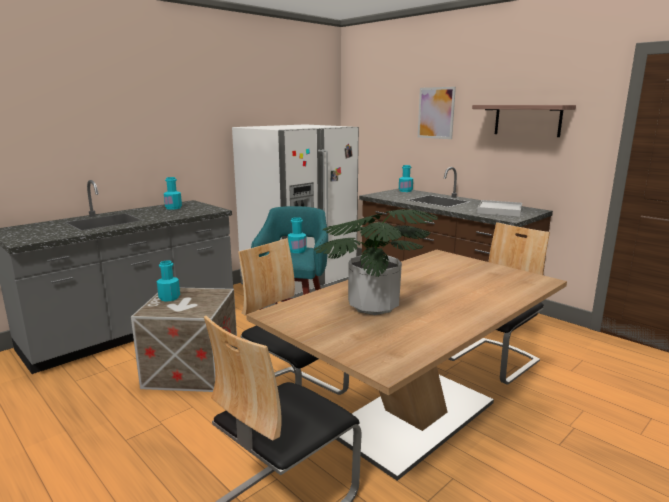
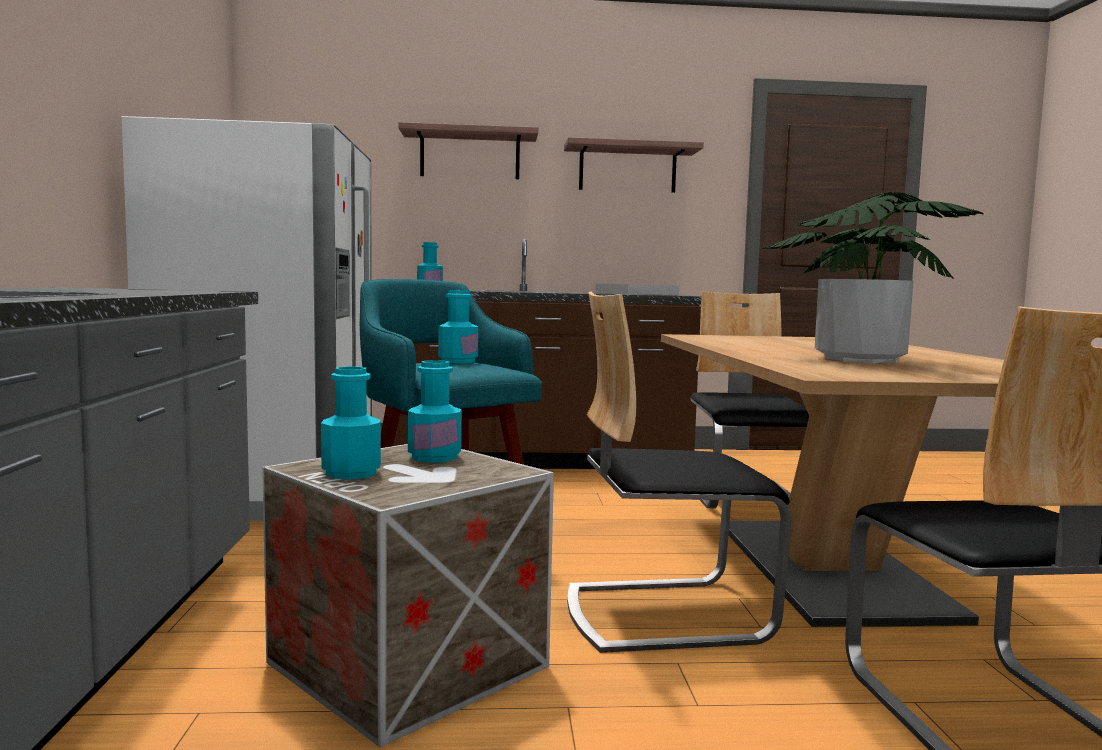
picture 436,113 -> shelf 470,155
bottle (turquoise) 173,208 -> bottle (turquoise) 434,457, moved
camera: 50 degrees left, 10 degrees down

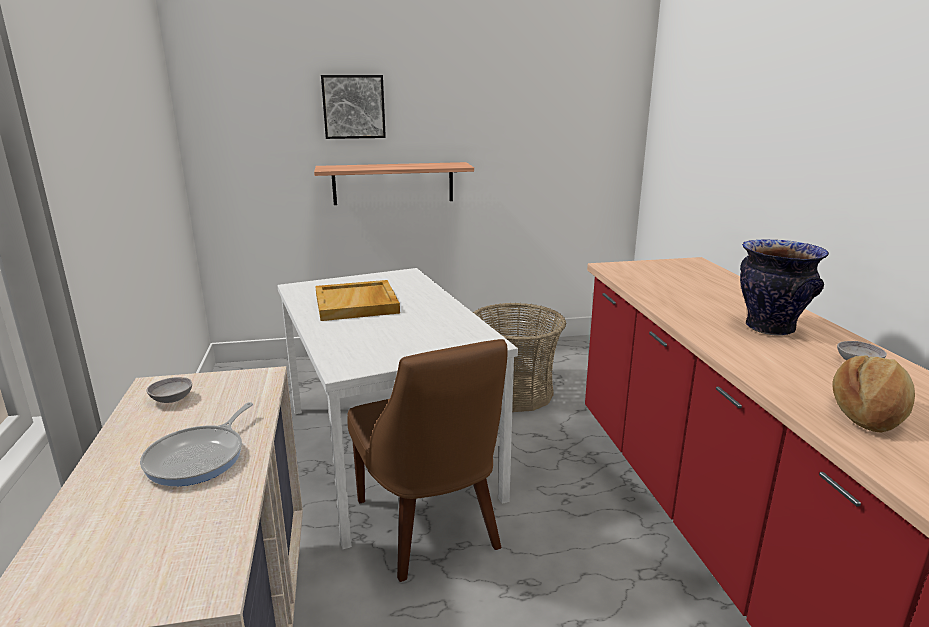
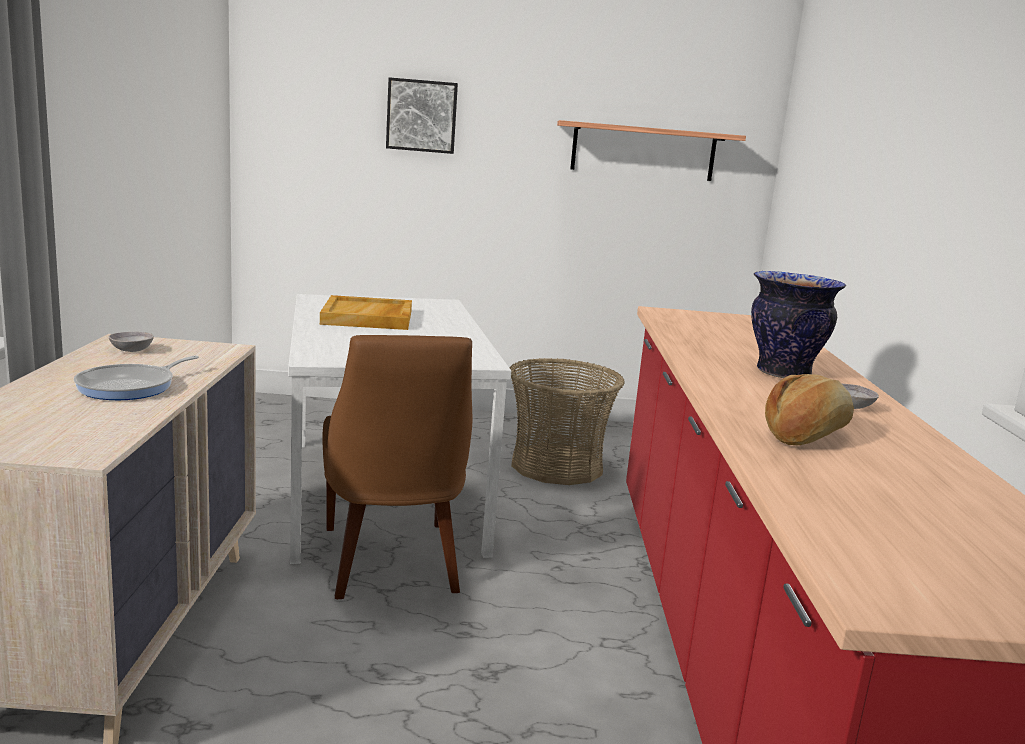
shelf 393,183 -> shelf 643,151, moved
camera: 10 degrees right, 5 degrees down

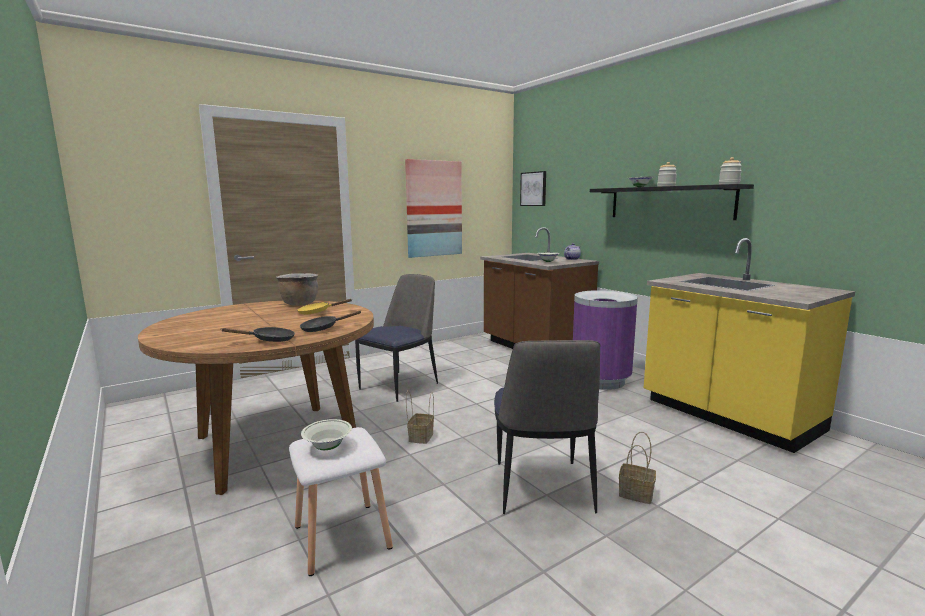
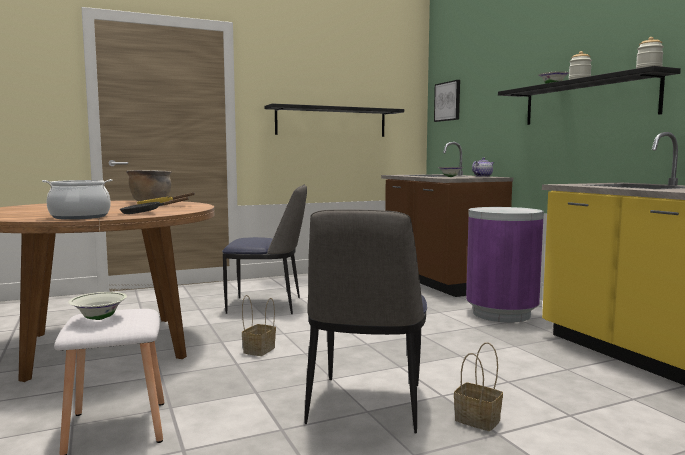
frying pan (black) 269,340 -> cooking pot 80,217
chair 400,385 -> chair 267,305, 45 degrees clockwise
picture 434,208 -> shelf (black) 331,122
camera: 10 degrees right, 5 degrees down

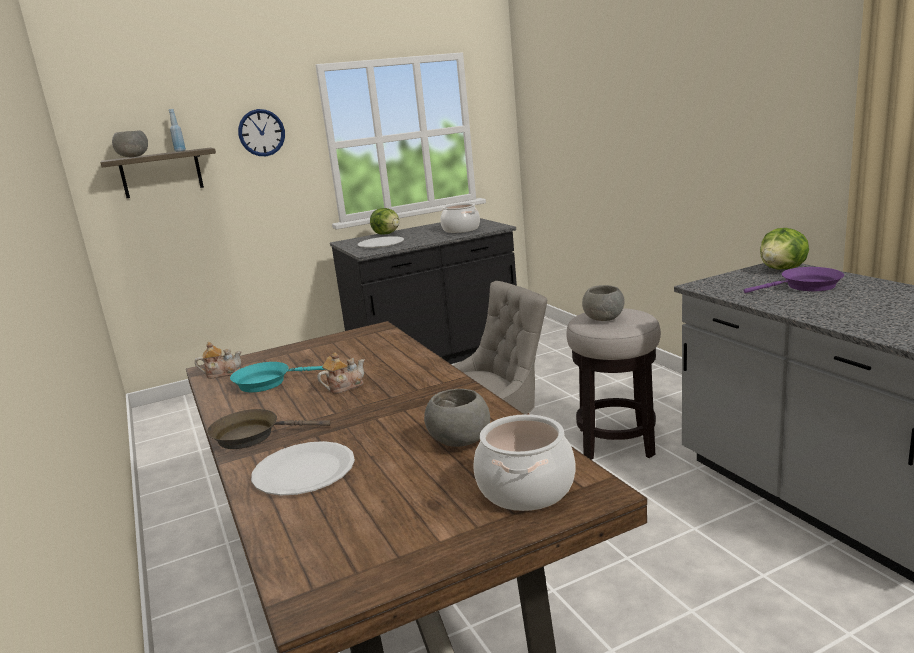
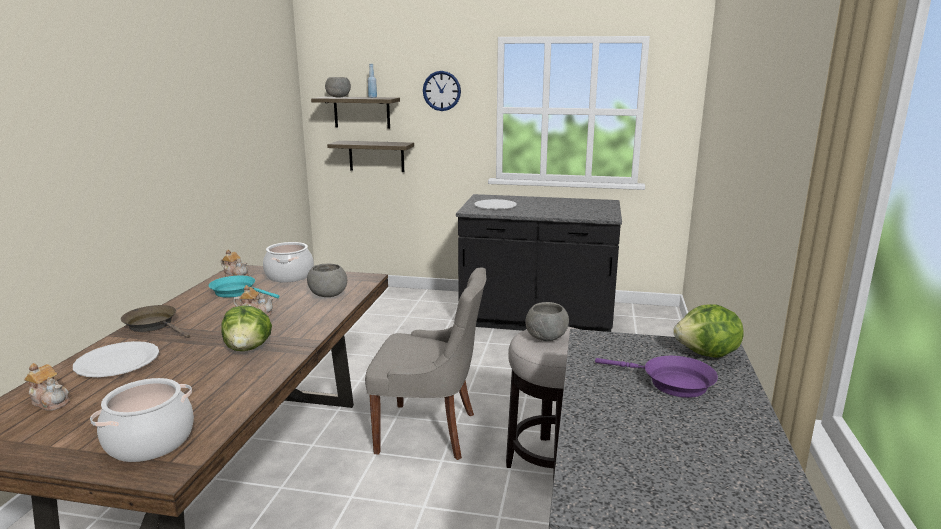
none -> teapot 51,401
lettuce 387,234 -> lettuce 248,348, moved
cooking pot 460,230 -> cooking pot 289,276, moved
bowl (grey) 459,442 -> bowl (grey) 328,295, moved
none -> shelf 376,156
camera: 35 degrees right, 0 degrees up

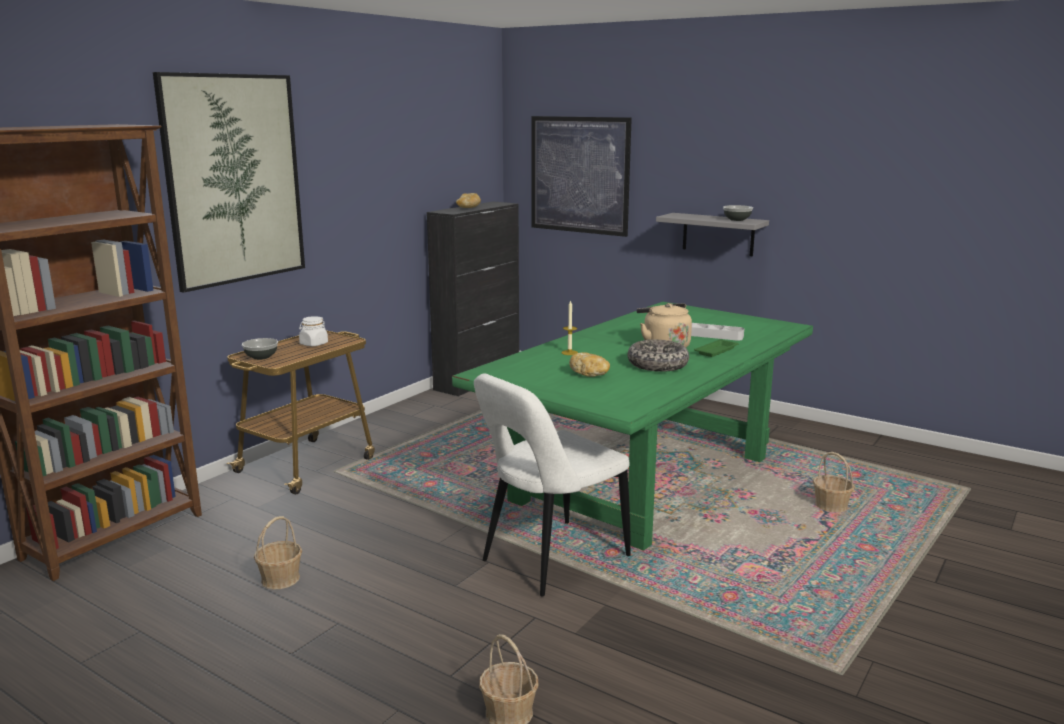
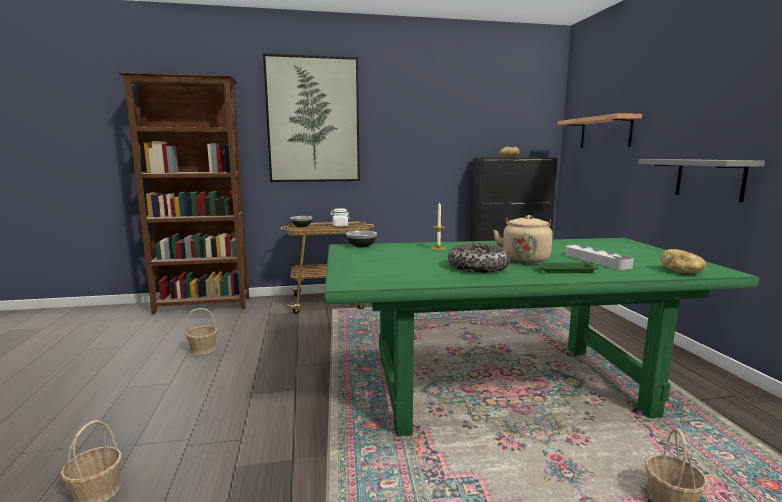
bowl 736,220 -> bowl 361,246, moved
picture 579,175 -> shelf 605,132
bread 590,374 -> bread 682,271, moved
chair (white) 550,560 -> none
camera: 45 degrees right, 5 degrees down

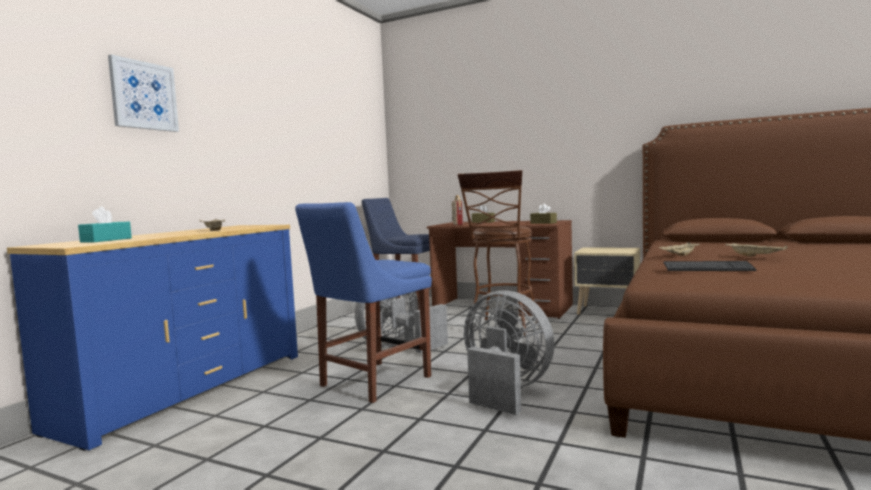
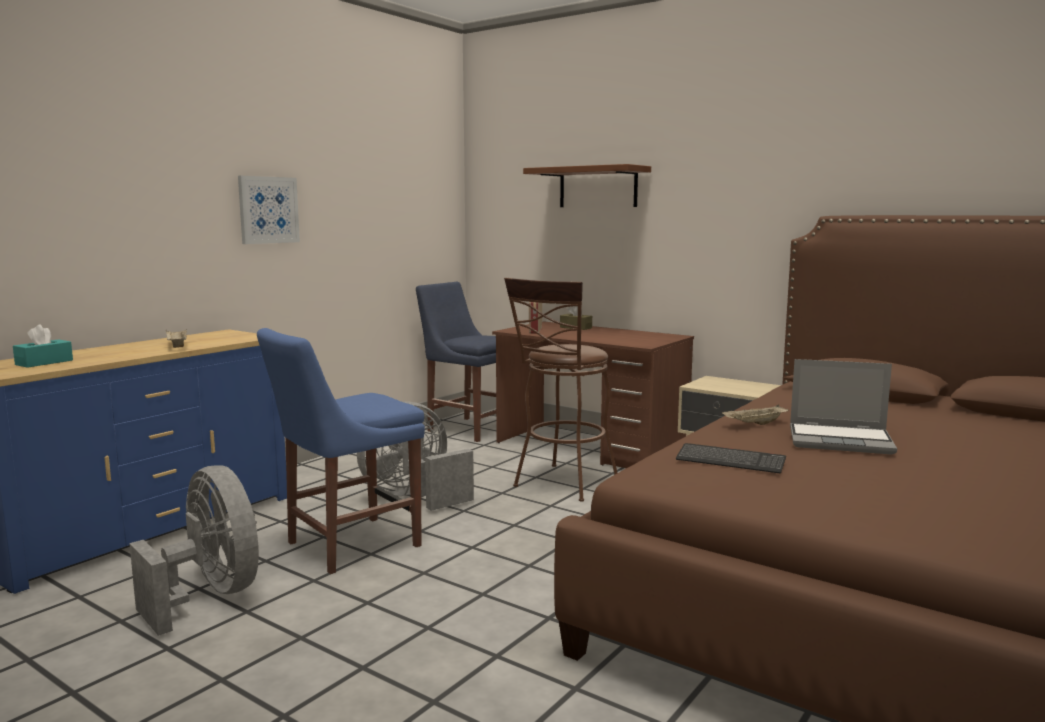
fan (grey) 505,390 -> fan (grey) 210,596, moved
picture 143,96 -> picture 268,210, moved
none -> shelf (brown) 598,187
tray (beige) 756,256 -> laptop 841,440
tissue box (brown) 543,223 -> none
camera: 10 degrees right, 5 degrees up

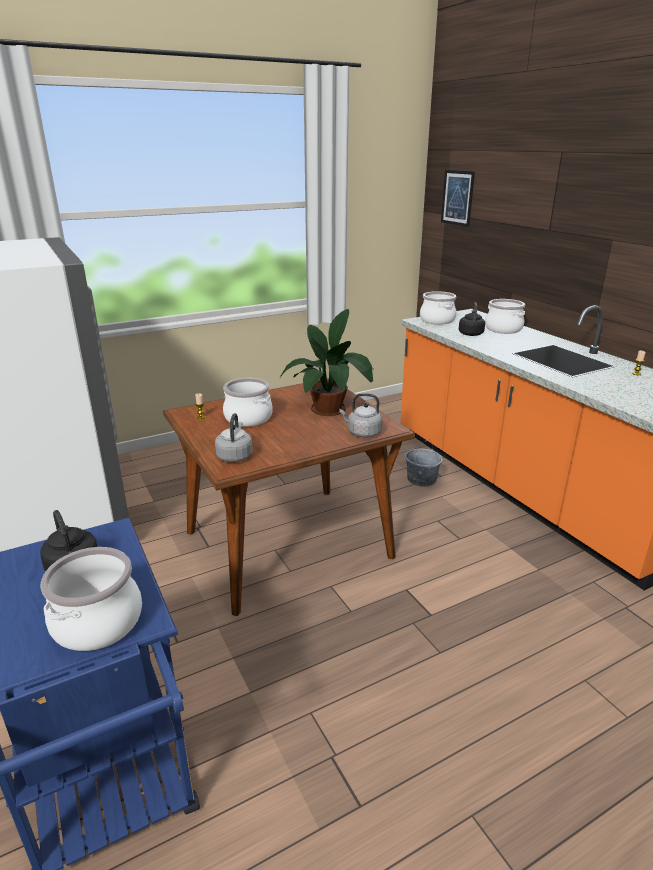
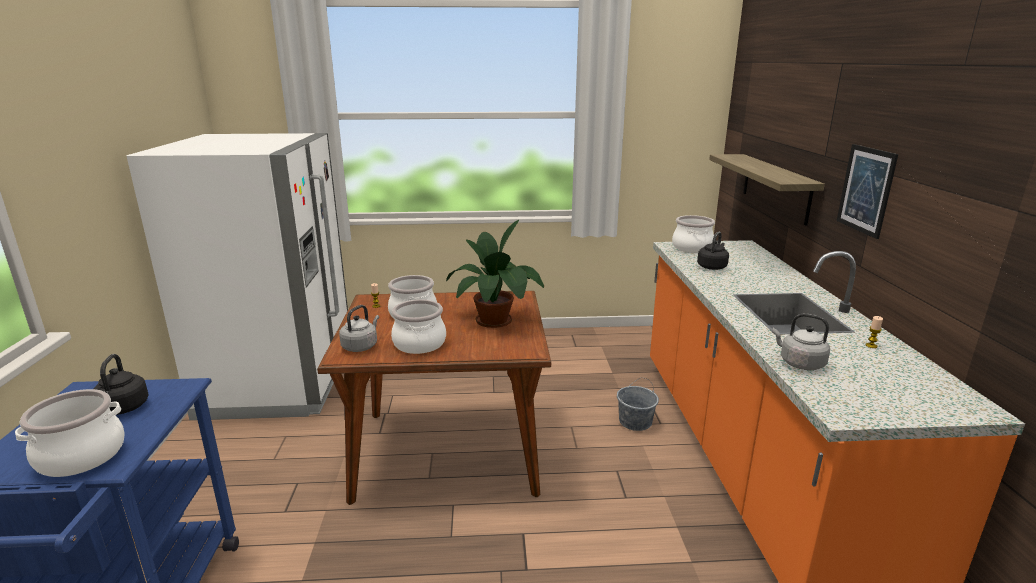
cooking pot 503,329 -> cooking pot 419,344, moved
none -> shelf 775,187
kettle (grey) 362,433 -> kettle (grey) 799,363, moved
picture 457,198 -> picture 866,190, moved
camera: 25 degrees right, 5 degrees down

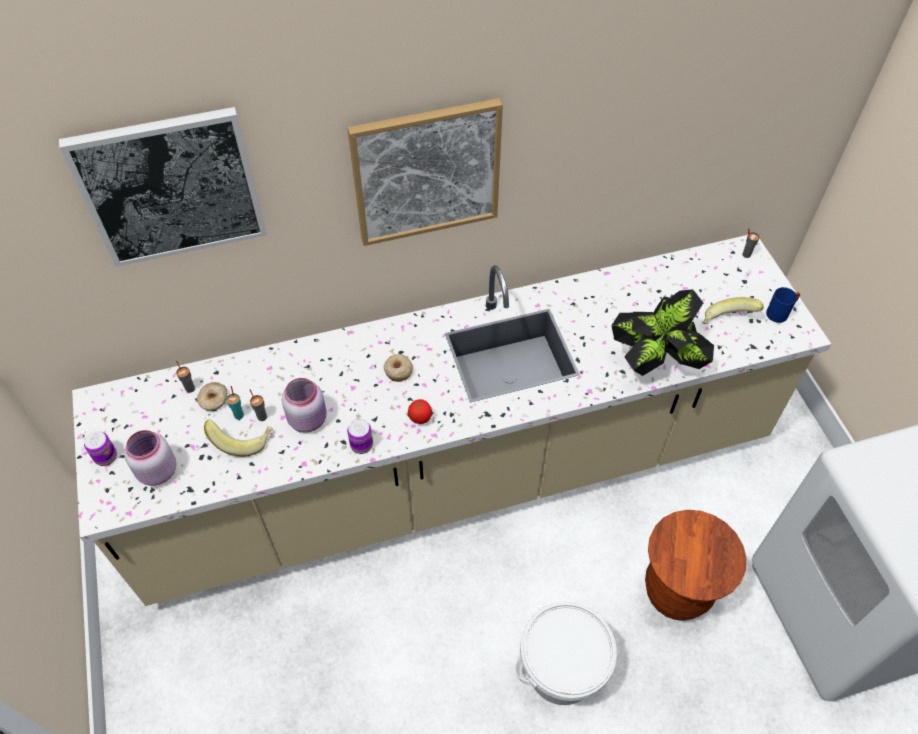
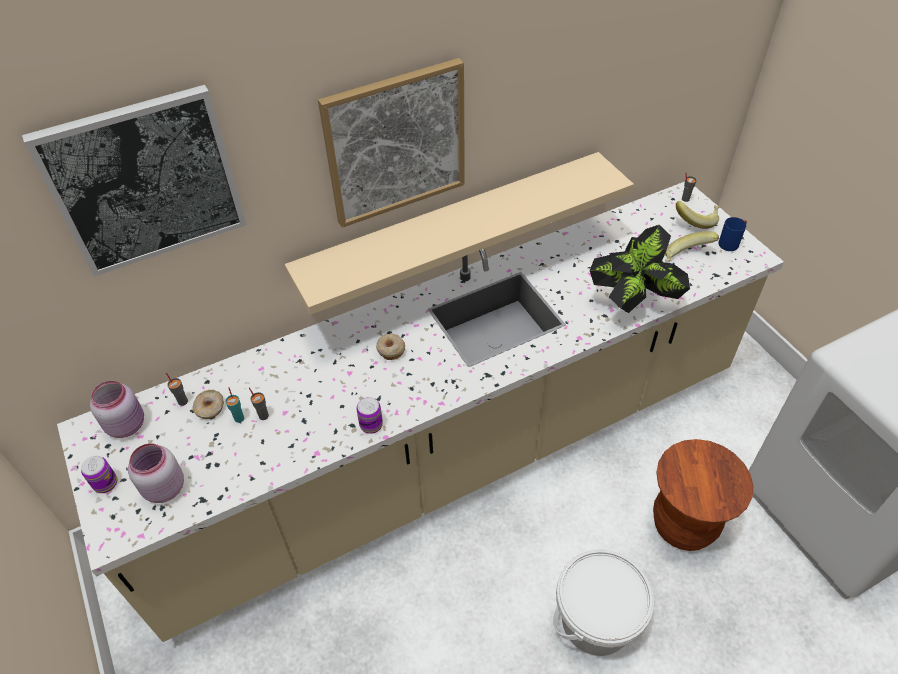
jar (pink) 309,419 -> jar (pink) 127,424, moved
none -> shelf (beige) 452,226
banana 242,440 -> banana 696,220, moved
tomato 420,419 -> none
camera: 10 degrees left, 5 degrees down

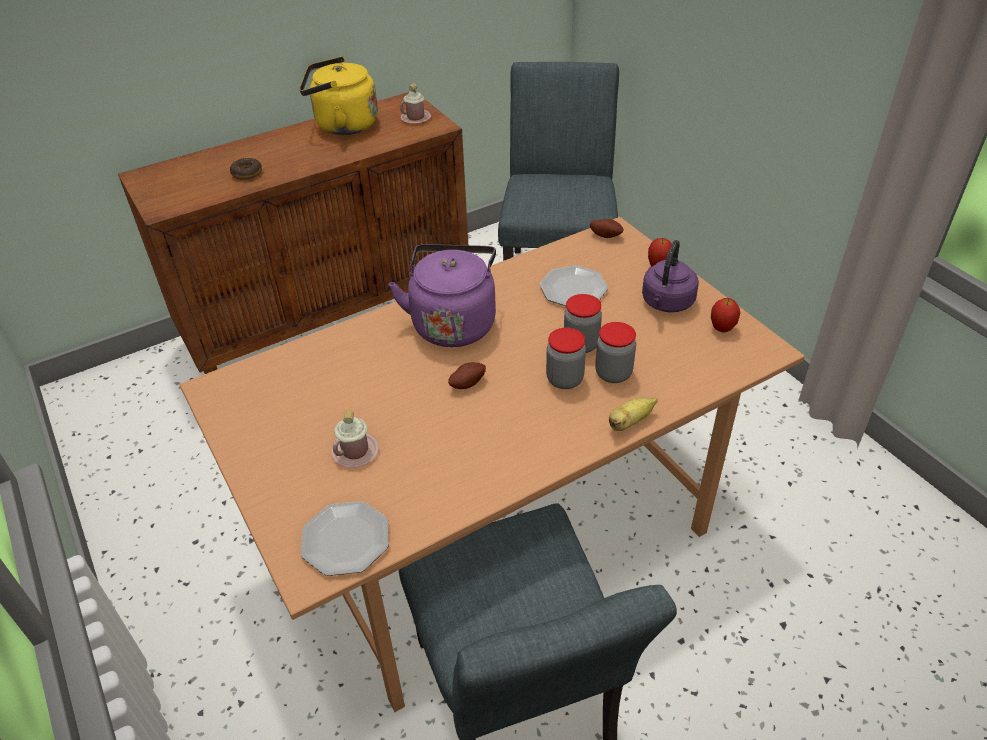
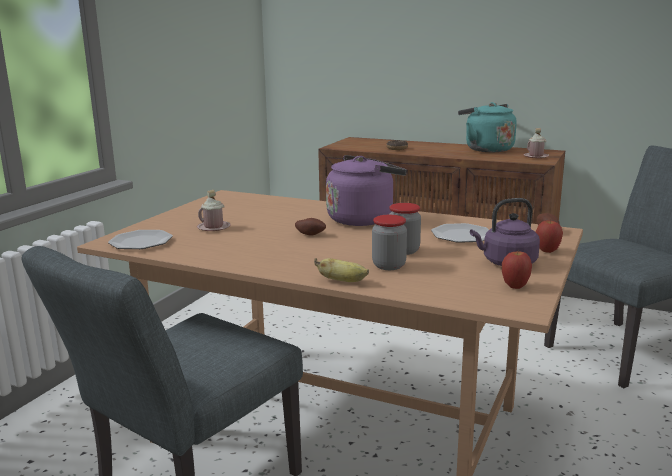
kettle (yellow) 342,125 -> kettle (turquoise) 486,149
jar 564,379 -> none
camera: 55 degrees right, 25 degrees down

